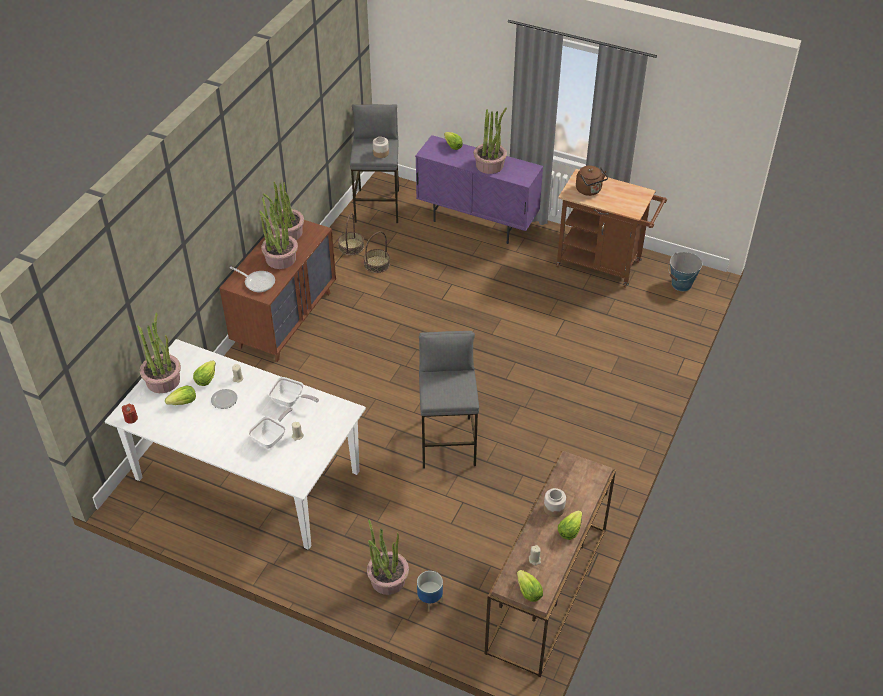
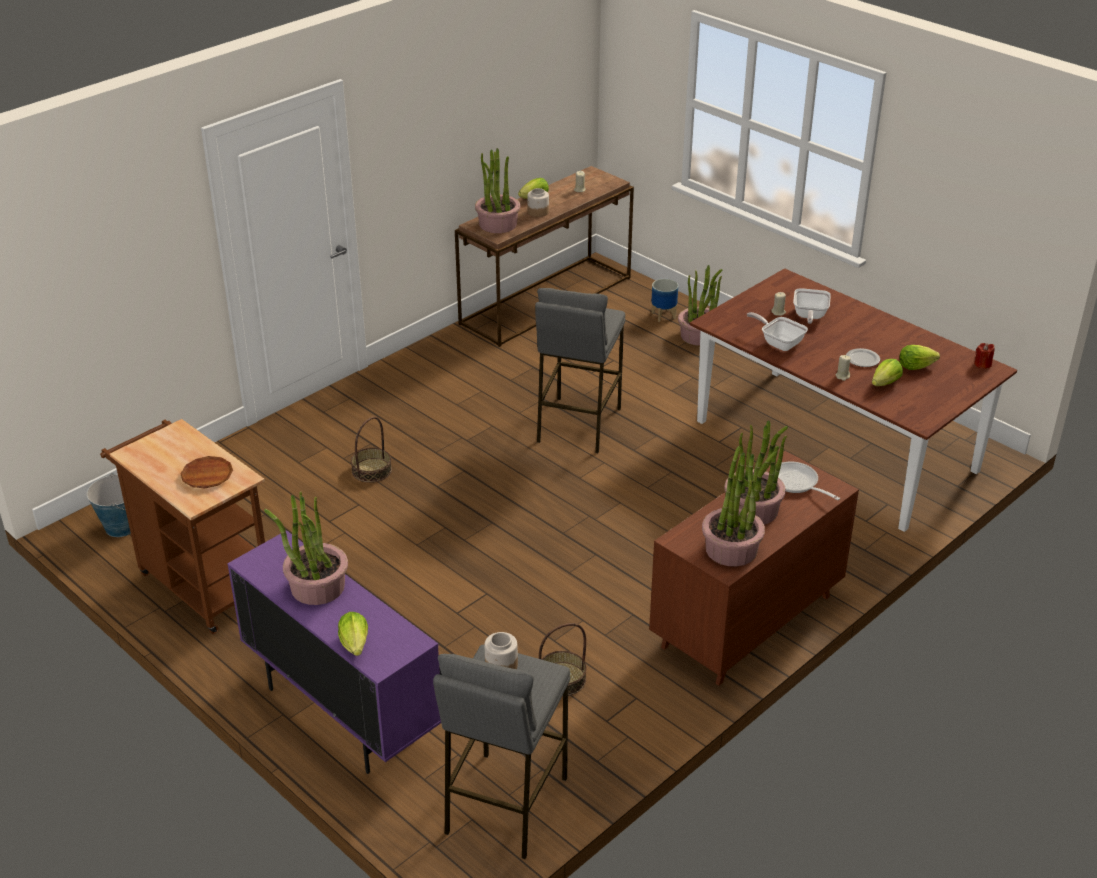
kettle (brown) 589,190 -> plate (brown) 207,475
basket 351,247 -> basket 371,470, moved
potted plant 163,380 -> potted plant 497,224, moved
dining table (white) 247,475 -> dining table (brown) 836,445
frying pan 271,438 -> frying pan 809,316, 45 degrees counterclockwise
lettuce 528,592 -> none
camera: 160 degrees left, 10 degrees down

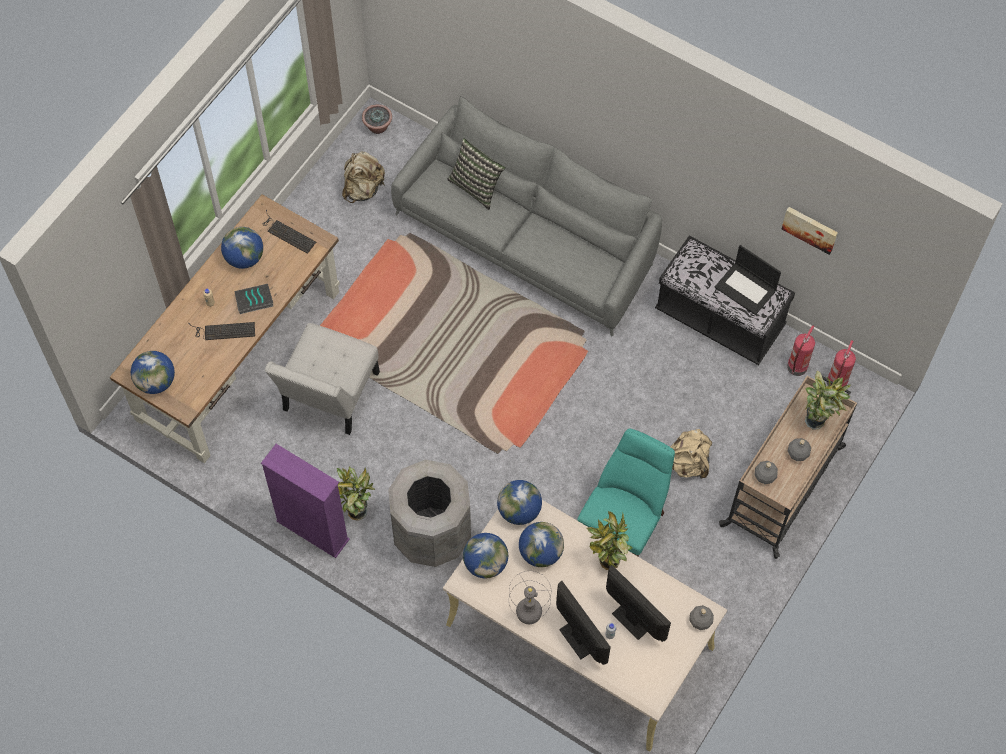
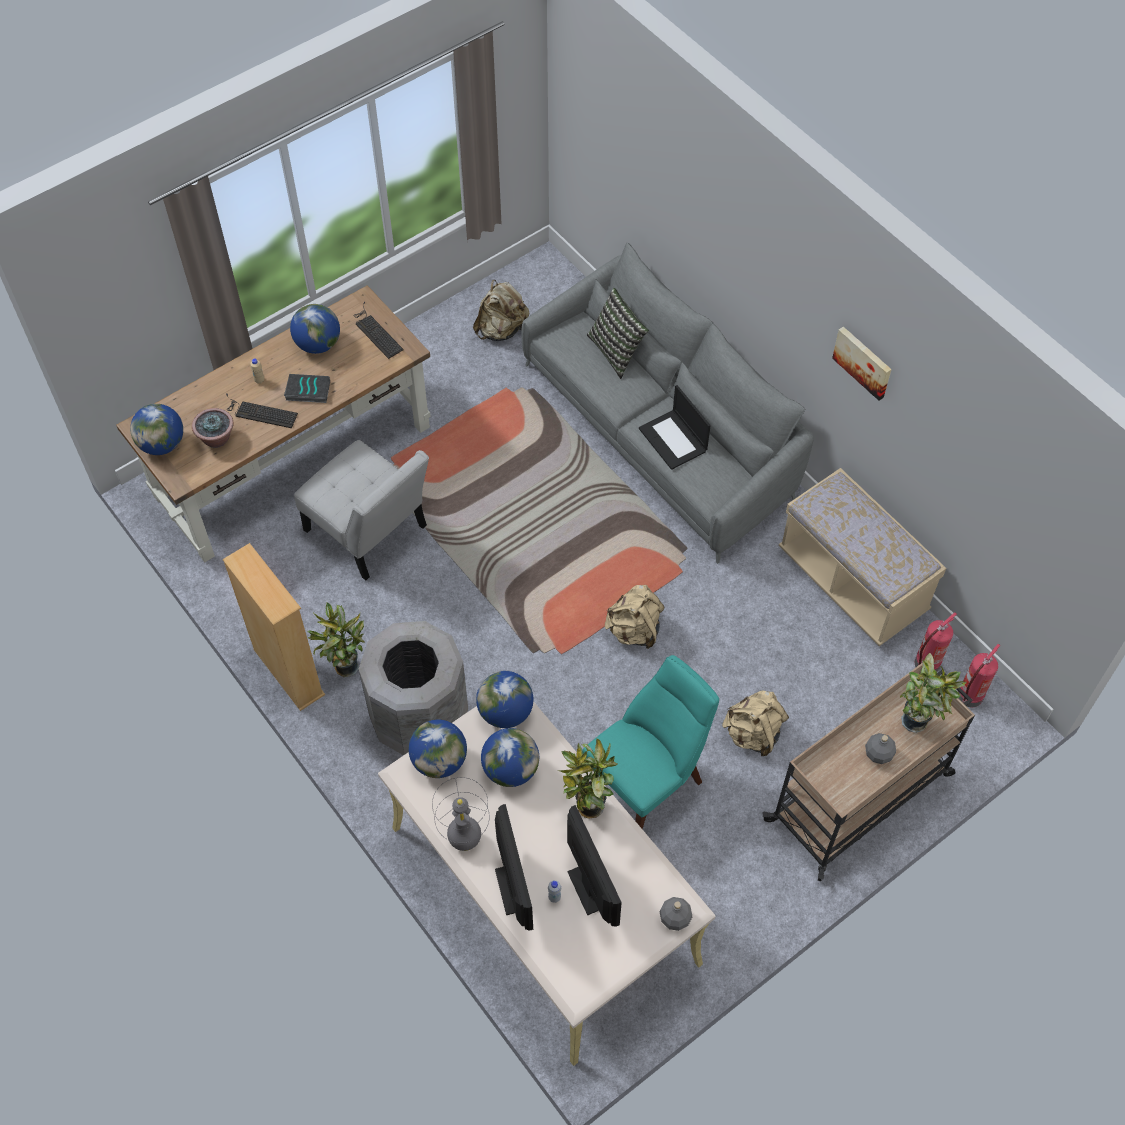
potted plant 377,127 -> potted plant 216,438, moved
bookcase (purple) 312,530 -> bookcase (beige) 288,672
chair (white) 328,396 -> chair (white) 370,533, 90 degrees counterclockwise
none -> backpack (beige) 634,630
laptop 746,288 -> laptop 674,440, moved
bench (black) 719,319 -> bench (beige) 852,582
picture 810,228 -> picture 863,362, moved
bottle (grey) 765,476 -> none
camera: 20 degrees right, 5 degrees down

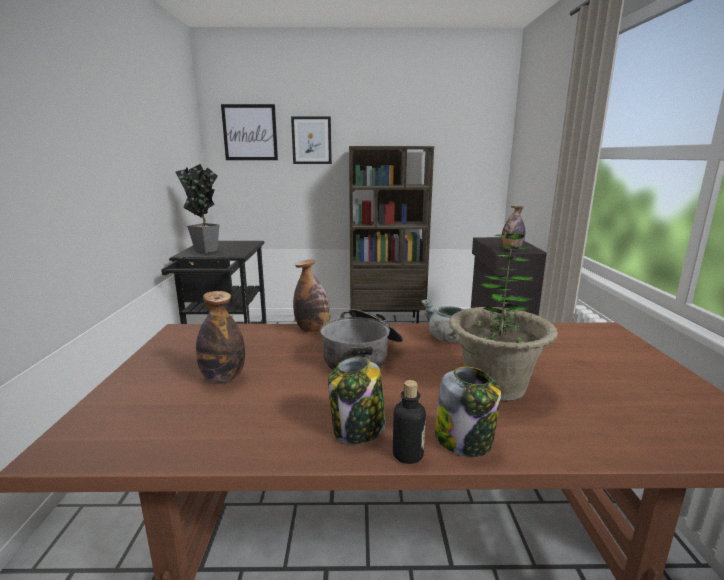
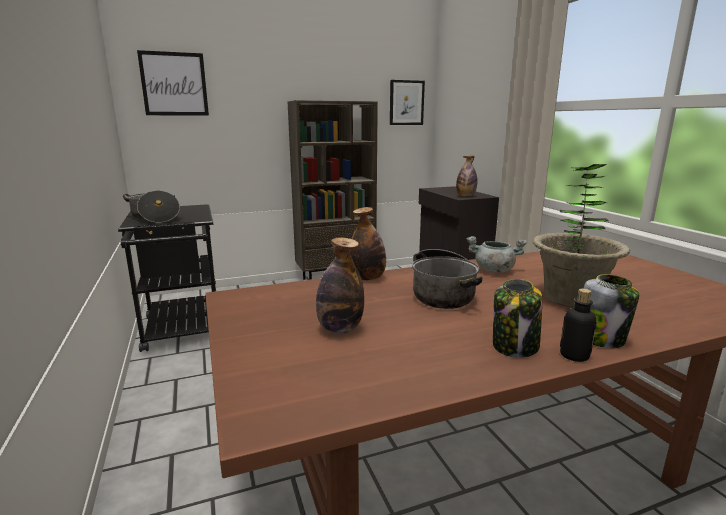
potted plant 205,250 -> cooking pot 154,217
picture 311,140 -> picture 406,103, moved
camera: 20 degrees left, 0 degrees up

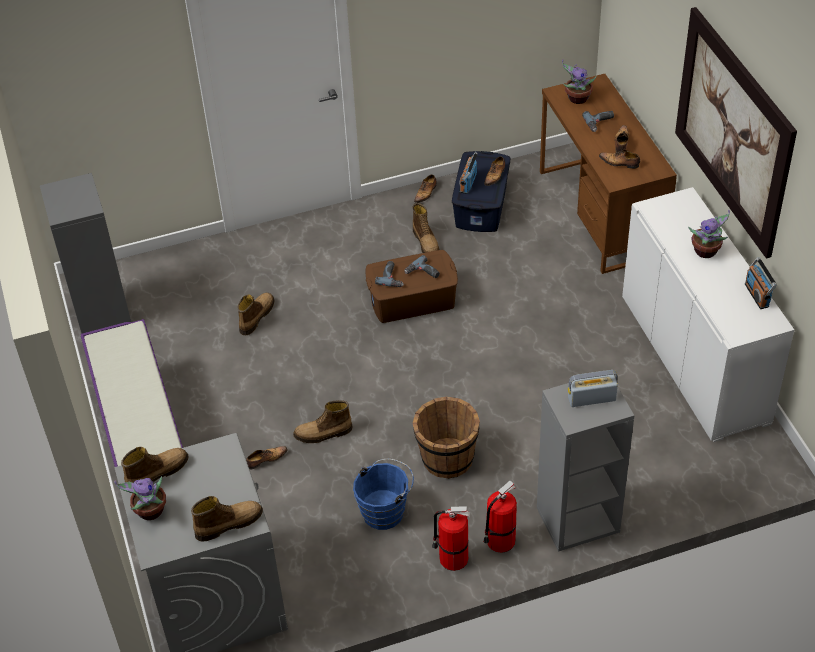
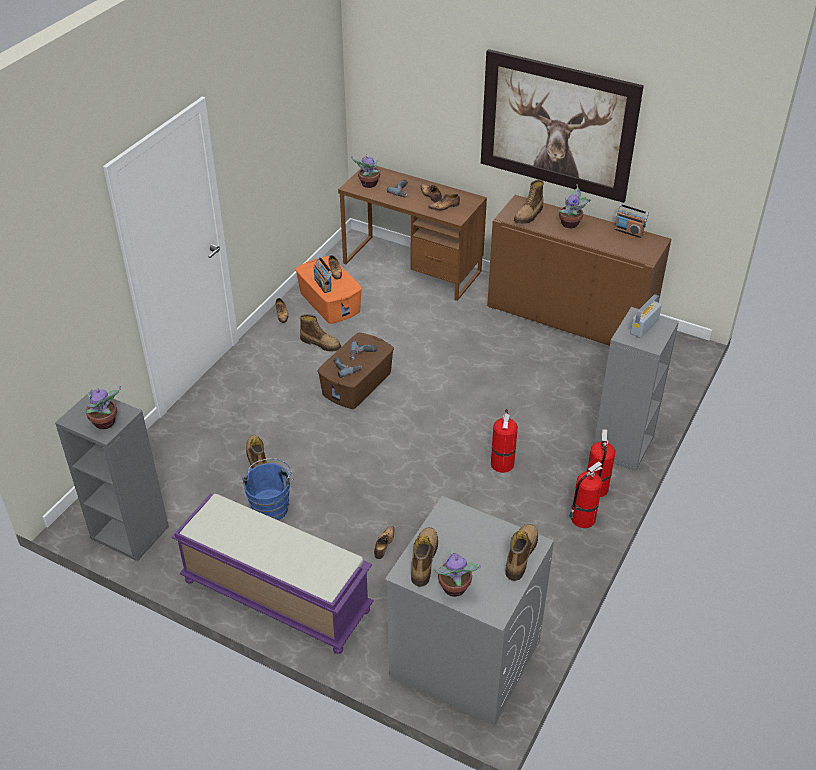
none -> potted plant 105,423
bucket (blue) 386,510 -> bucket (blue) 271,506, moved
storage box (blue) 481,205 -> storage box (orange) 330,302
cabinet (white) 694,359 -> cabinet (brown) 569,317
bucket (brown) 447,458 -> fire extinguisher 502,463
boot 323,434 -> boot 529,215, moved
camera: 45 degrees left, 5 degrees down

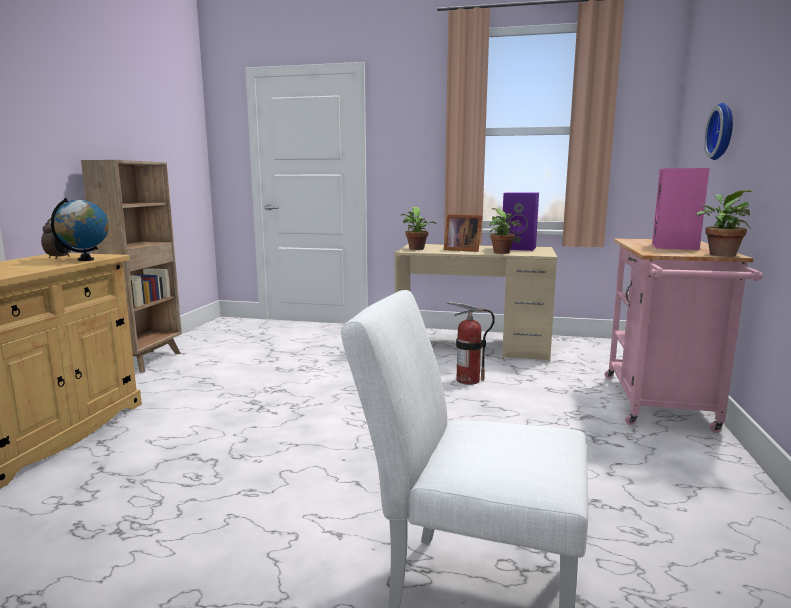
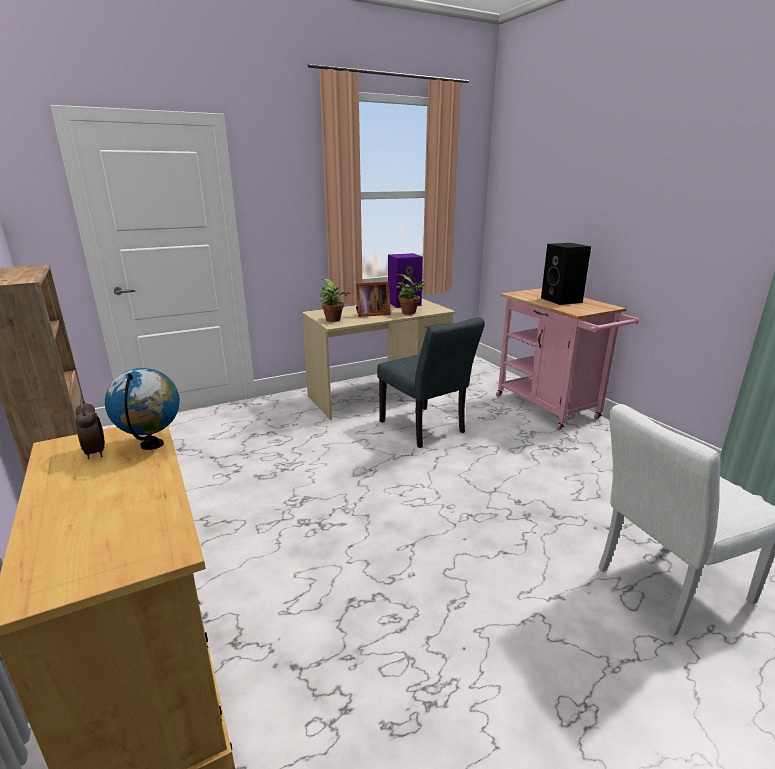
fire extinguisher 468,380 -> chair (grey) 426,429
speaker (pink) 676,246 -> speaker (black) 562,300
potted plant 719,254 -> none
wall clock 723,131 -> none
camera: 40 degrees left, 10 degrees up

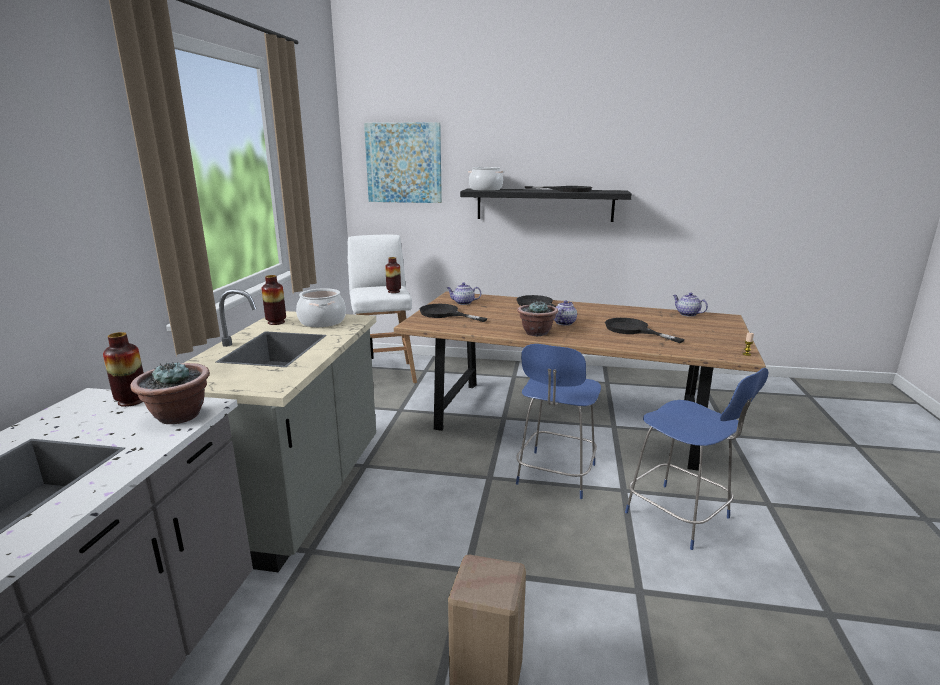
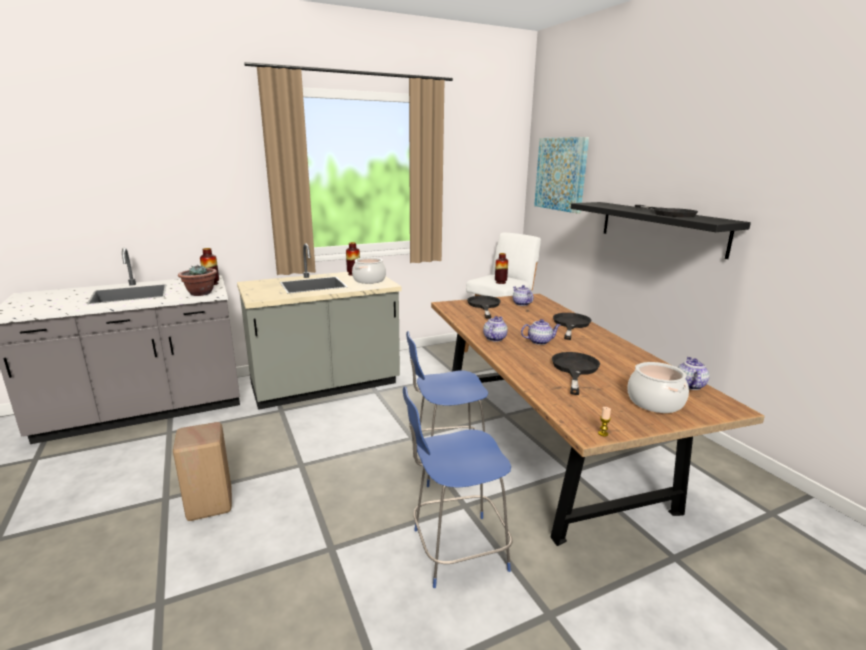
chair (blue) 680,517 -> chair (blue) 456,550, 60 degrees clockwise
potted plant 536,333 -> teapot 494,338
cooking pot 486,189 -> cooking pot 655,402, moved
camera: 55 degrees right, 0 degrees up

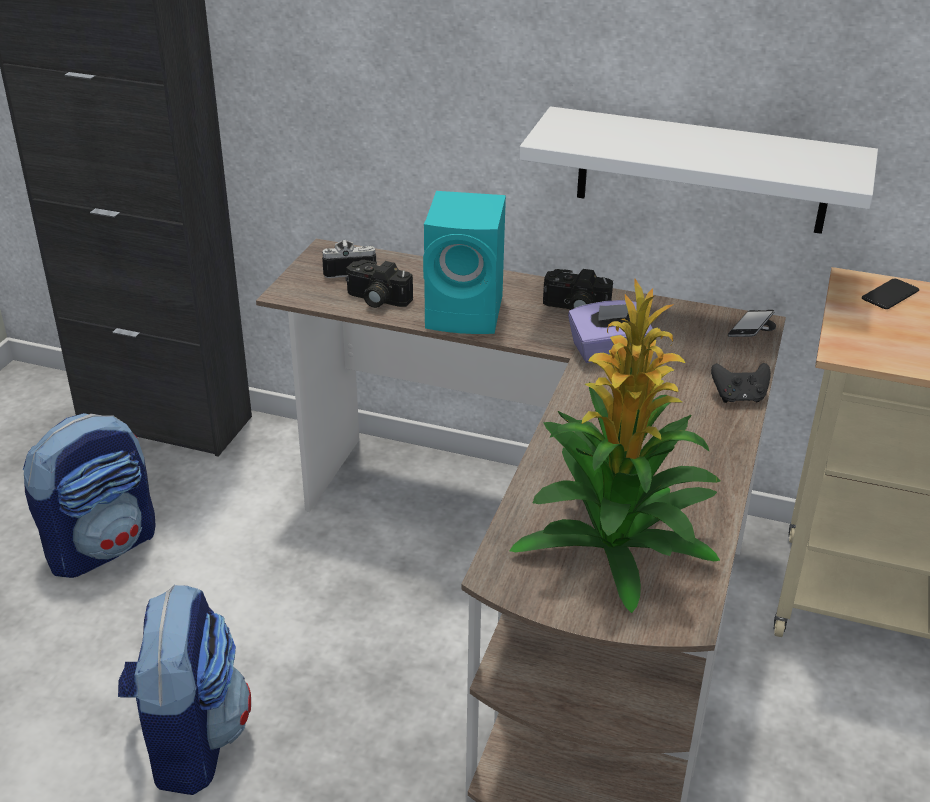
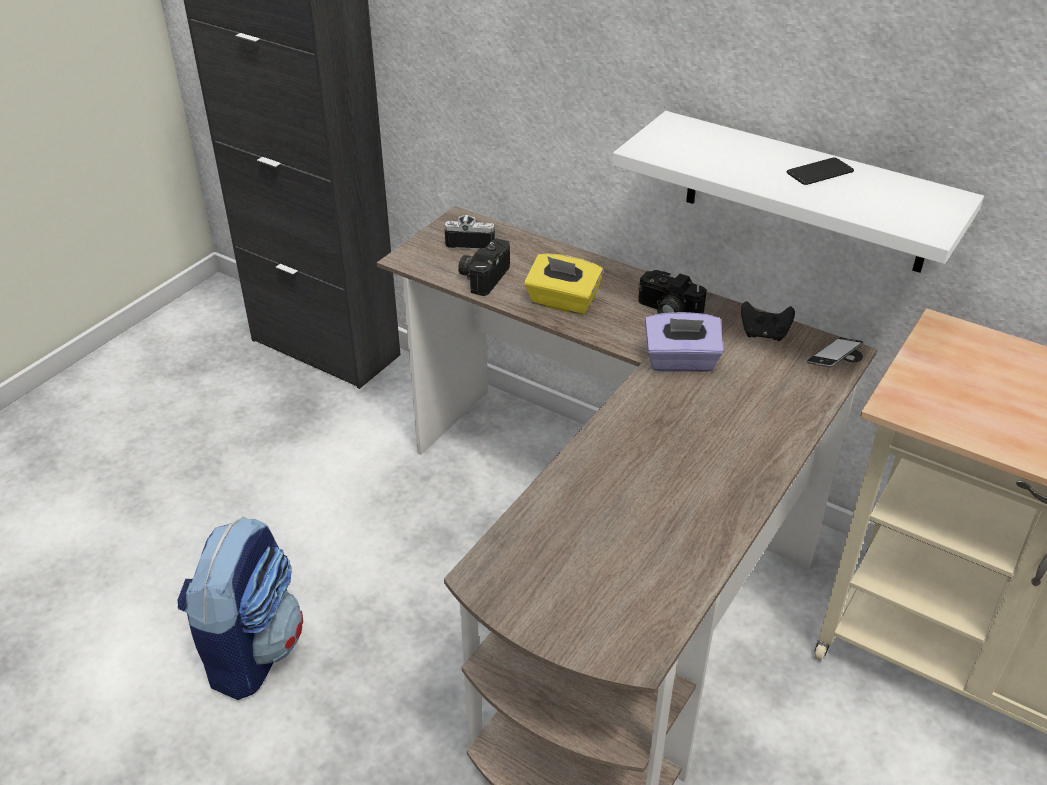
photo camera 376,300 -> photo camera 483,276, 75 degrees clockwise
speaker (turquoise) 467,313 -> tissue box (yellow) 562,302
game controller (black) 739,397 -> game controller (black) 764,334, moved
phone 890,295 -> phone 819,172, moved
backpack 103,546 -> none
potted plant 617,546 -> none
camera: 15 degrees right, 5 degrees up

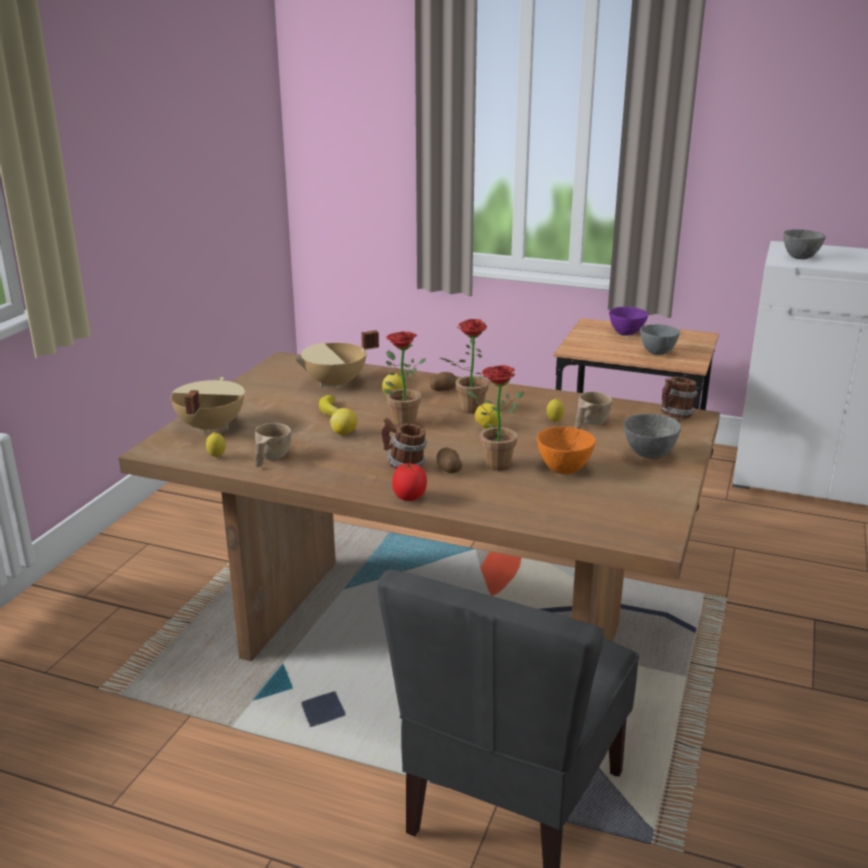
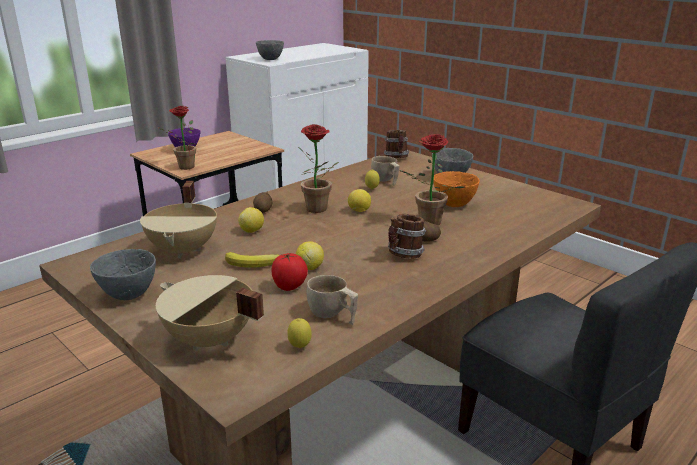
bowl (grey) 656,352 -> bowl (grey) 128,295, moved
potted plant 400,421 -> potted plant 183,167, moved
tomato 409,498 -> tomato 290,287, moved
camera: 65 degrees left, 0 degrees up

